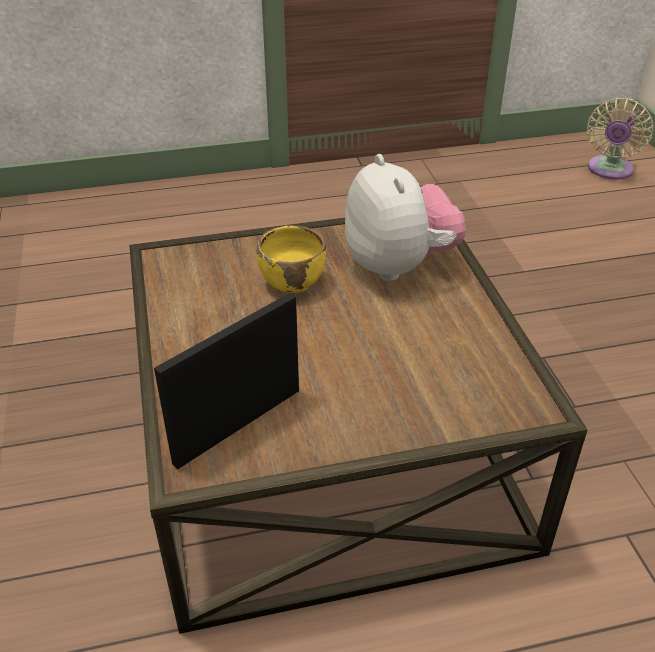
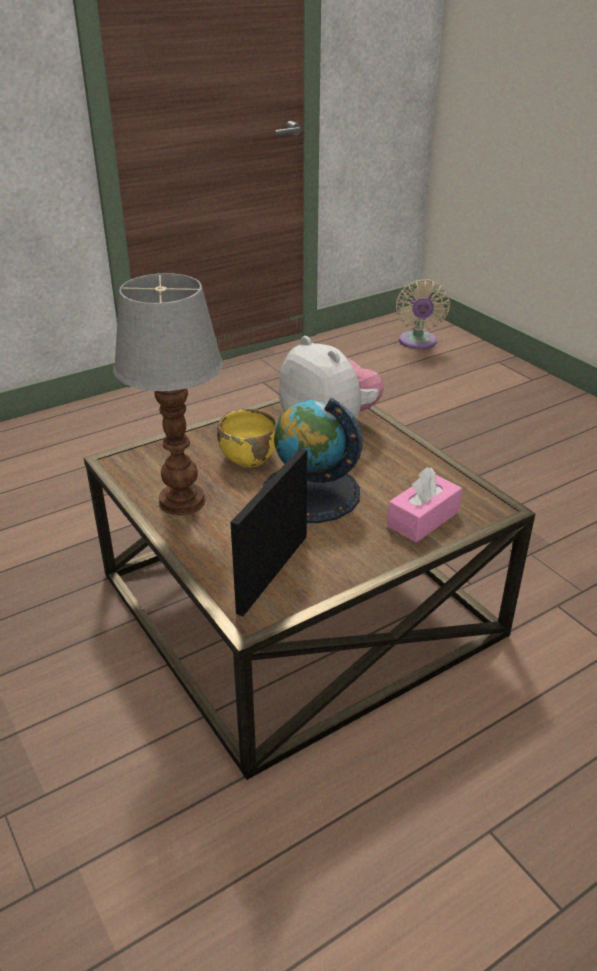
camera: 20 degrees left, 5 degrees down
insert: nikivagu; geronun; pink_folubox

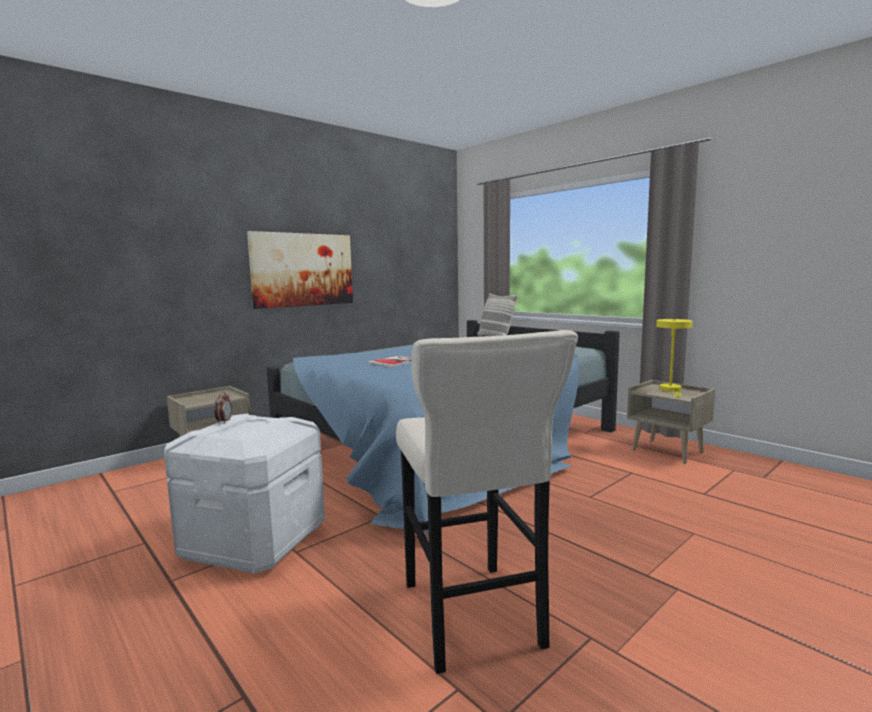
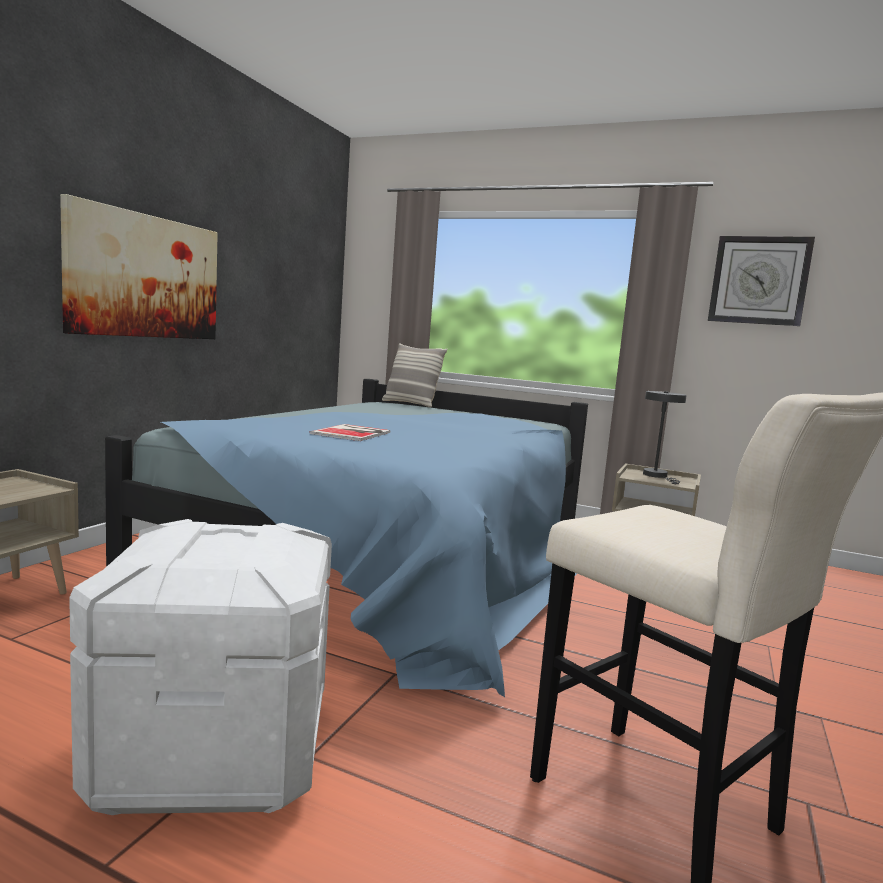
camera: 25 degrees left, 0 degrees up
delete: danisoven
insert: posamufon
recolor: yellow_nikivagu to grey_nikivagu

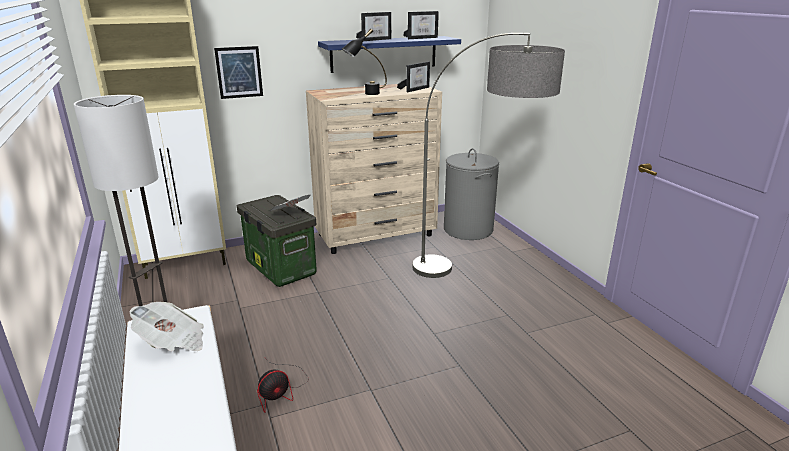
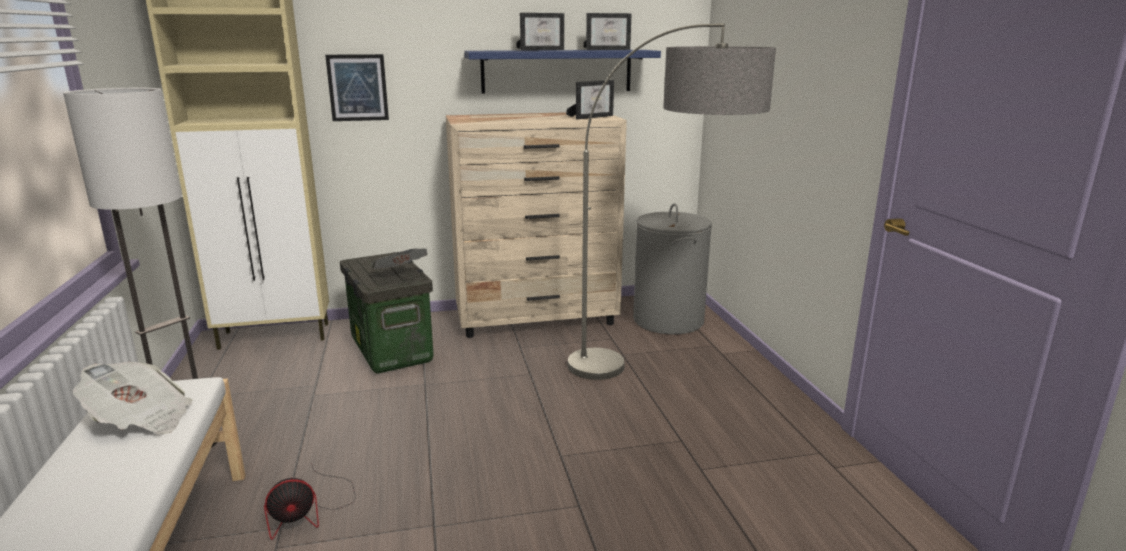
camera: 10 degrees right, 5 degrees down
delete: black_nikivagu

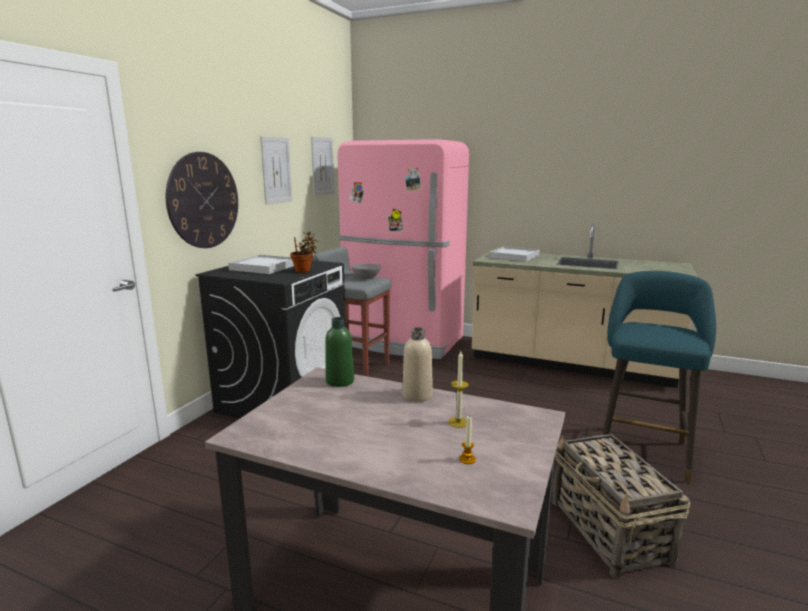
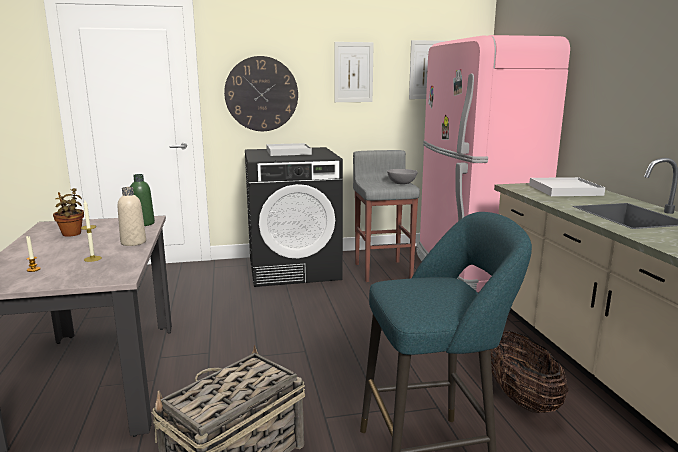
camera: 55 degrees right, 0 degrees up
insert: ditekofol (2nd from left)
move: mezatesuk

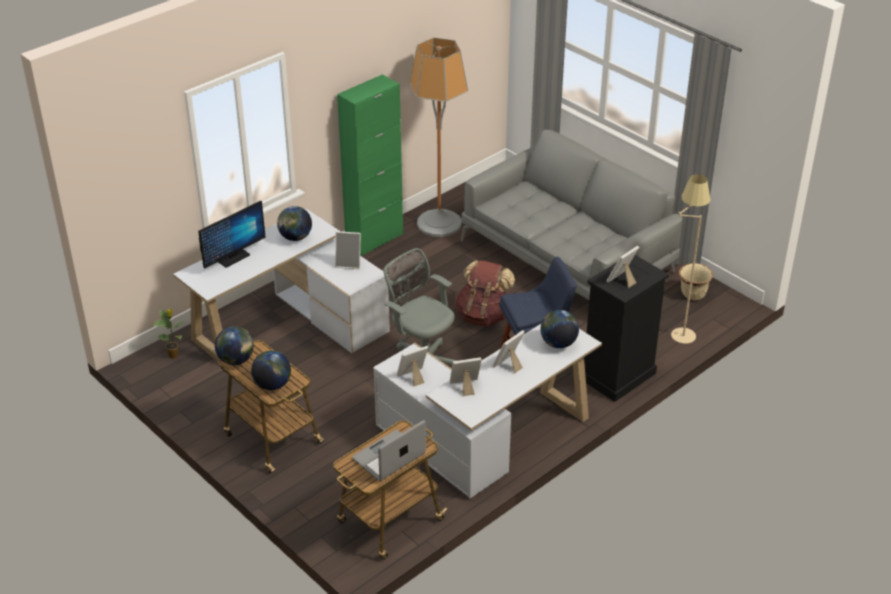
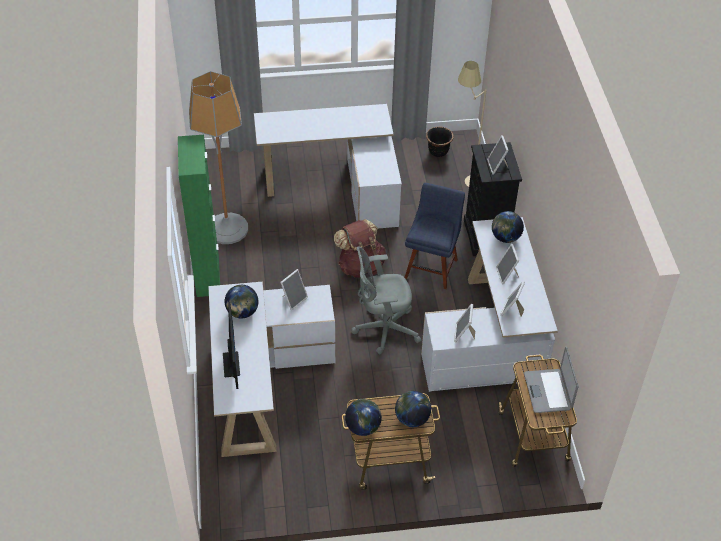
camera: 55 degrees left, 10 degrees up
delete: mezatesuk
replace: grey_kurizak to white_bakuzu (2nd from left)
recolor: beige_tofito to black_tofito

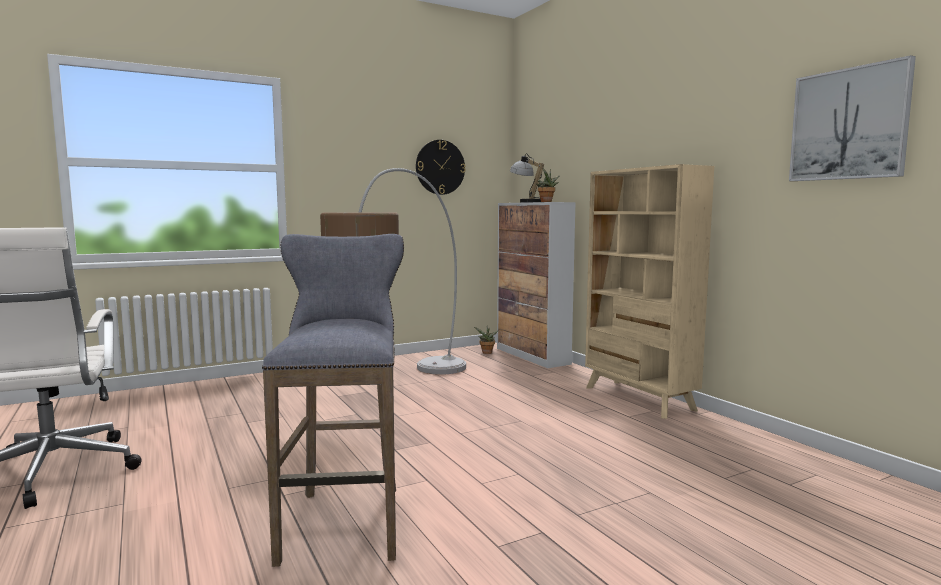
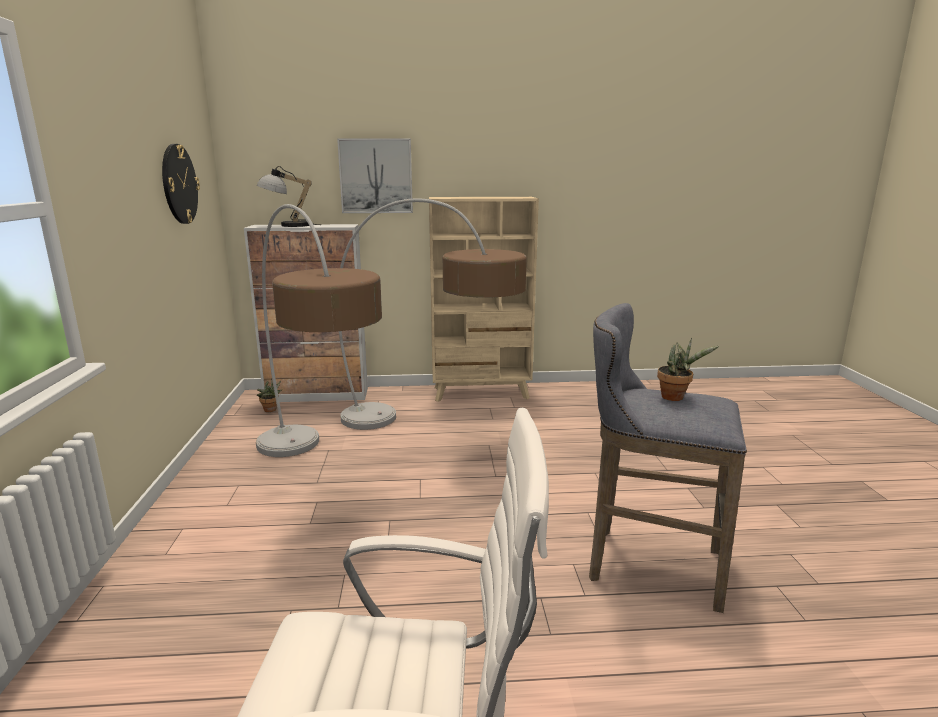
camera: 65 degrees left, 10 degrees up
insert: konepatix (2nd from left)
move: mezatesuk (2nd from left); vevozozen

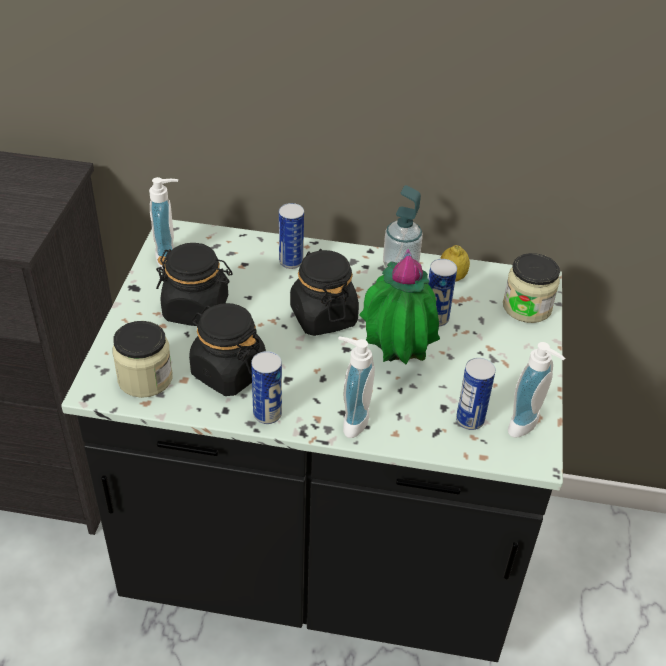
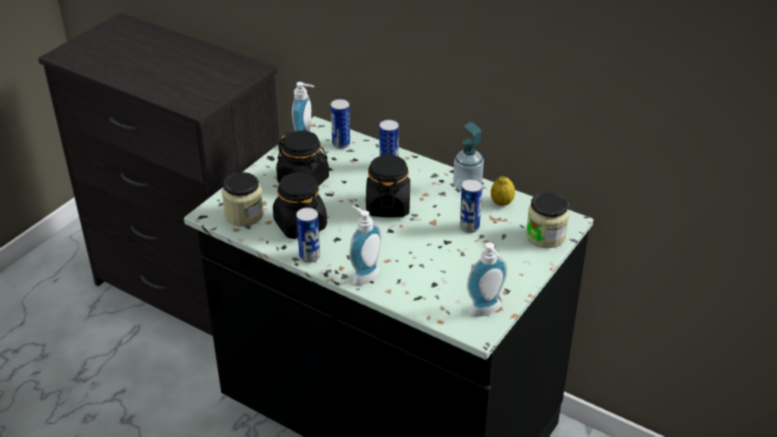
camera: 25 degrees right, 5 degrees down
delete: mezatesuk
move: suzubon (4th from left in the first image) to suzubon (2nd from left)

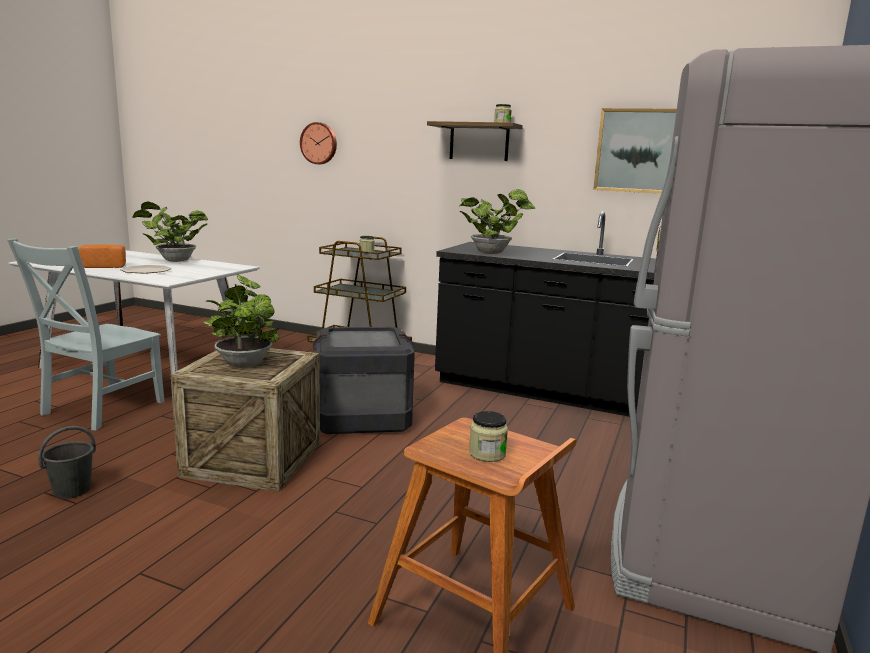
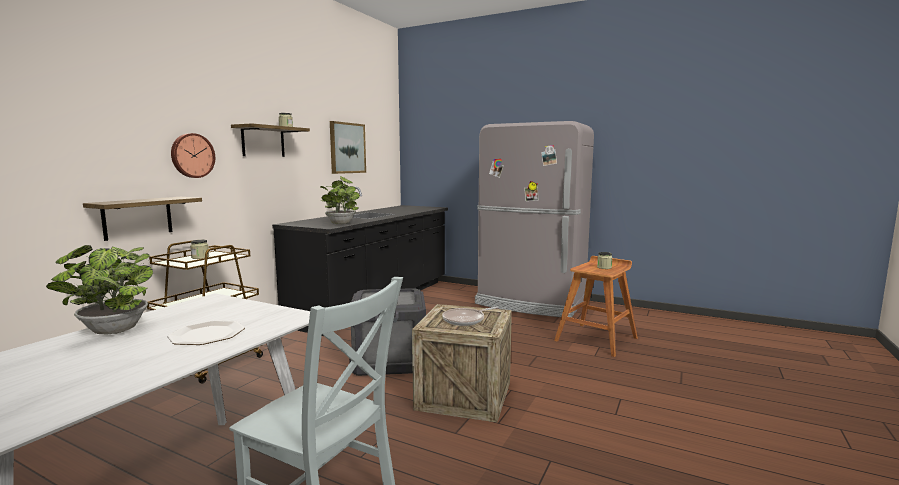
camera: 85 degrees left, 5 degrees down
delete: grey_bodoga; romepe
insert: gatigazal (1st from left)
move: posamufon
replace: mezatesuk (2nd from left) to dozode

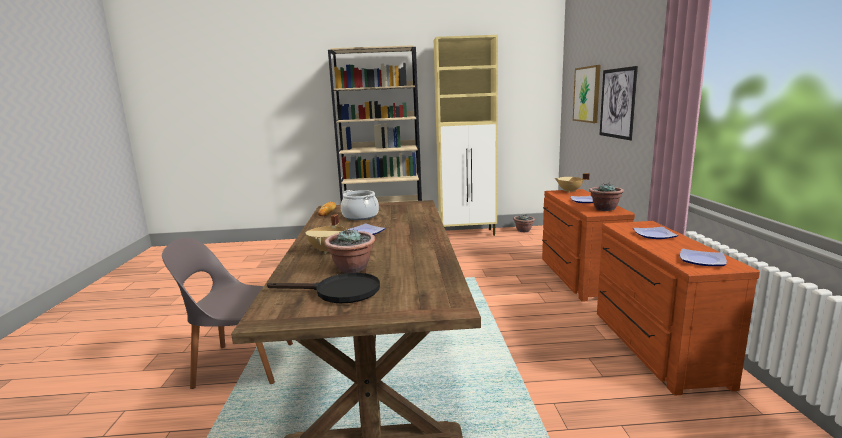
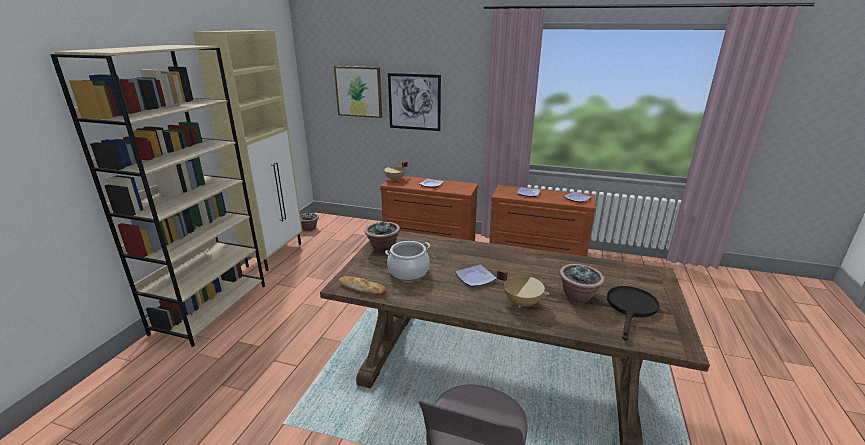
camera: 70 degrees left, 10 degrees up
move: mezatesuk (3rd from left in the first image) to mezatesuk (2nd from left)

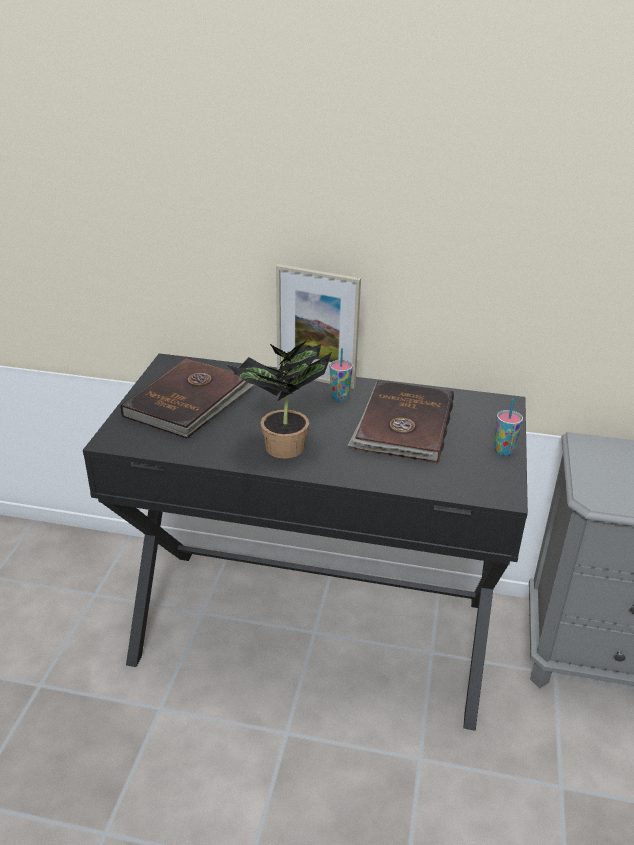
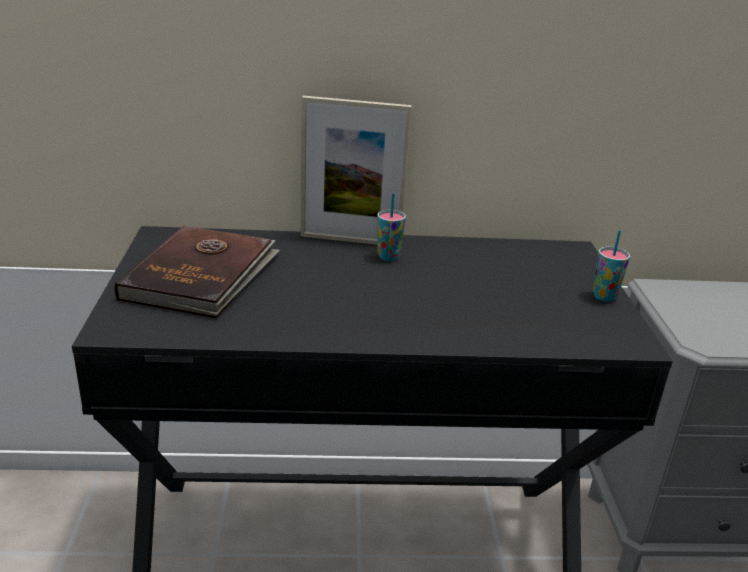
camera: 15 degrees left, 5 degrees down
delete: mezatesuk; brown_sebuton (2nd from left)

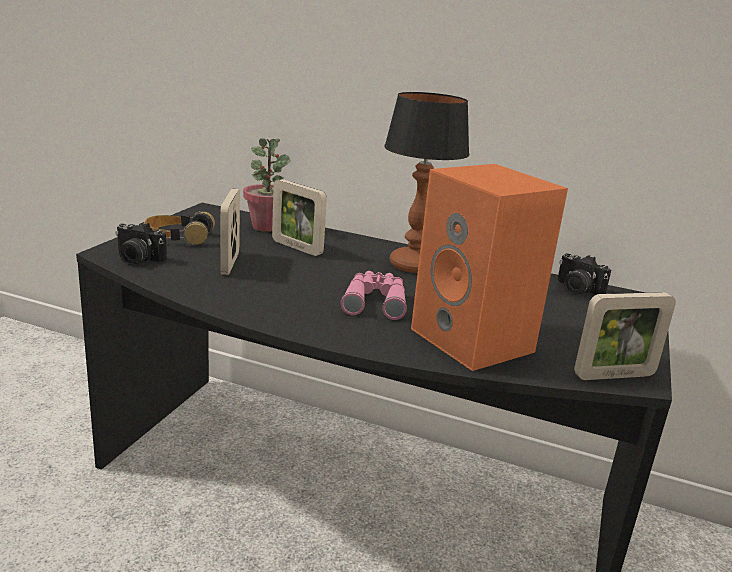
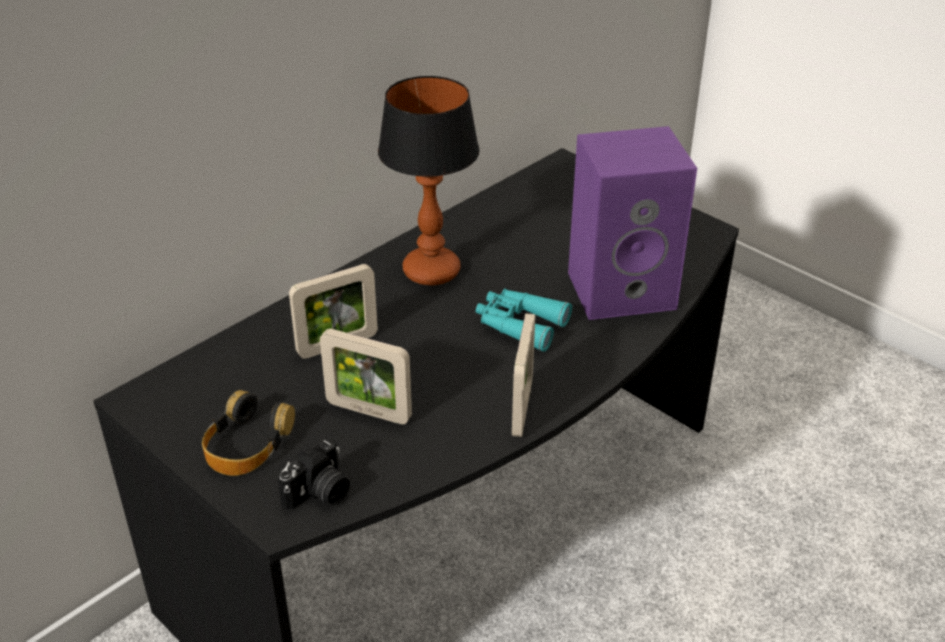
camera: 65 degrees left, 15 degrees up
delete: mezatesuk; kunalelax (2nd from left)
move: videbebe (3rd from left)
recolor: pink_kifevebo to turquoise_kifevebo; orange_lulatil to purple_lulatil

